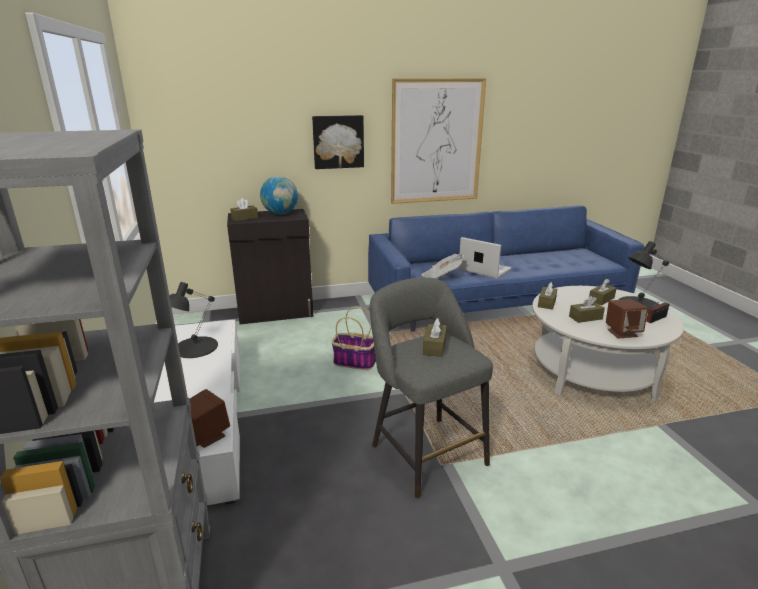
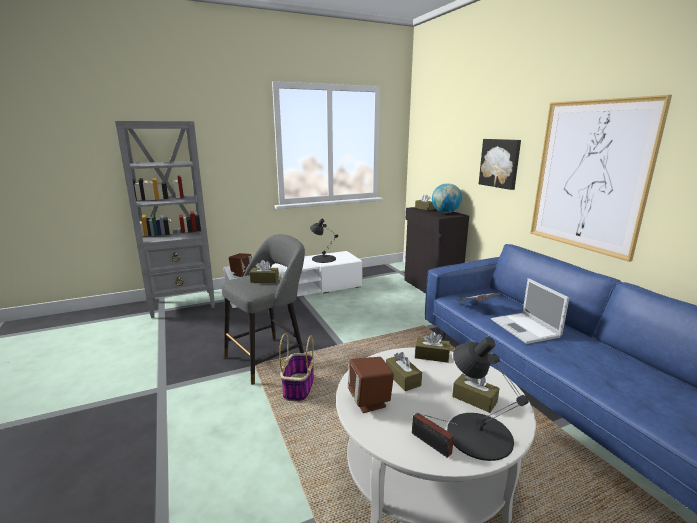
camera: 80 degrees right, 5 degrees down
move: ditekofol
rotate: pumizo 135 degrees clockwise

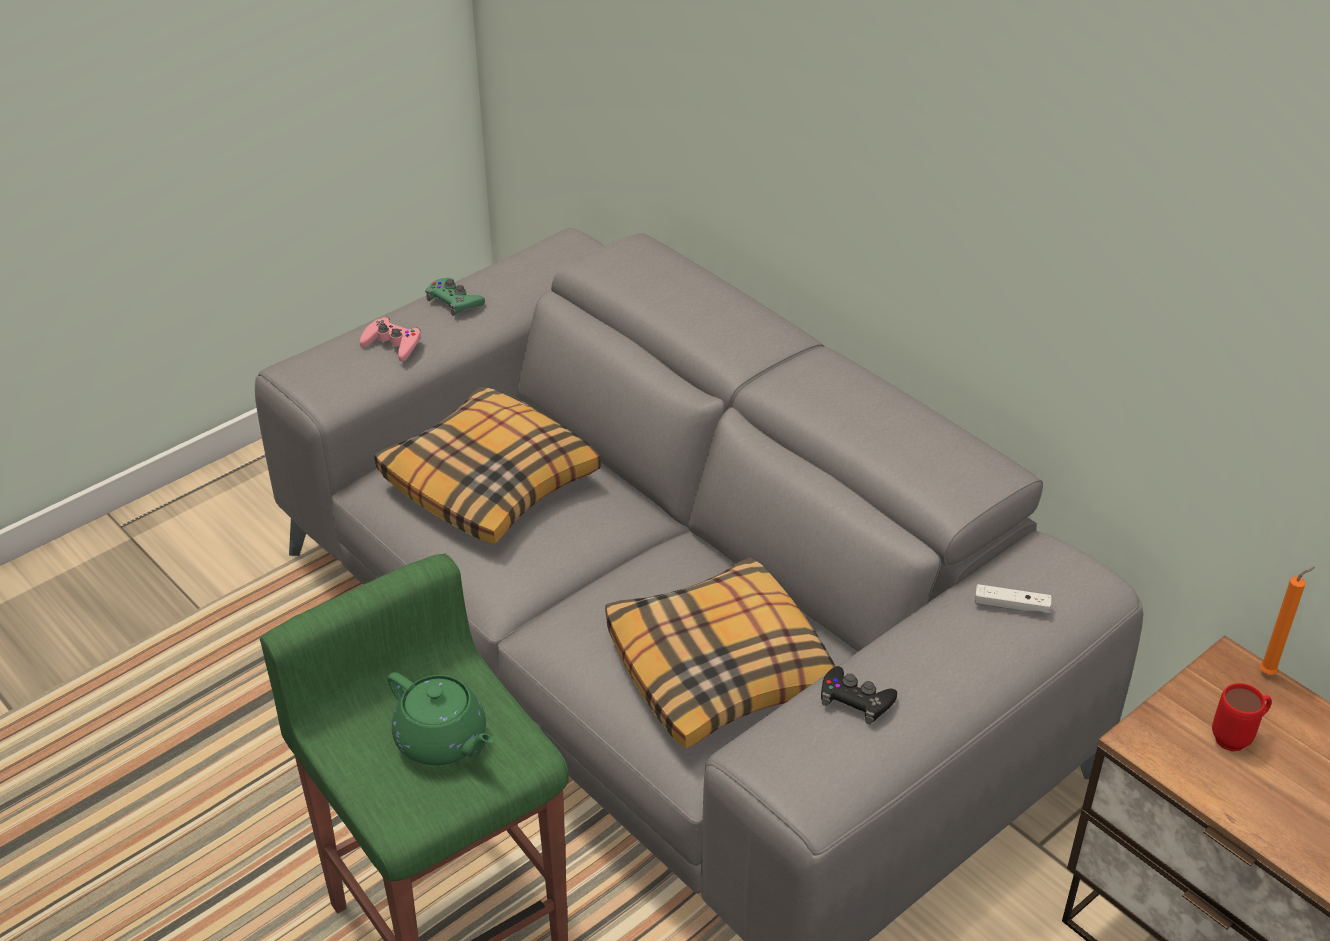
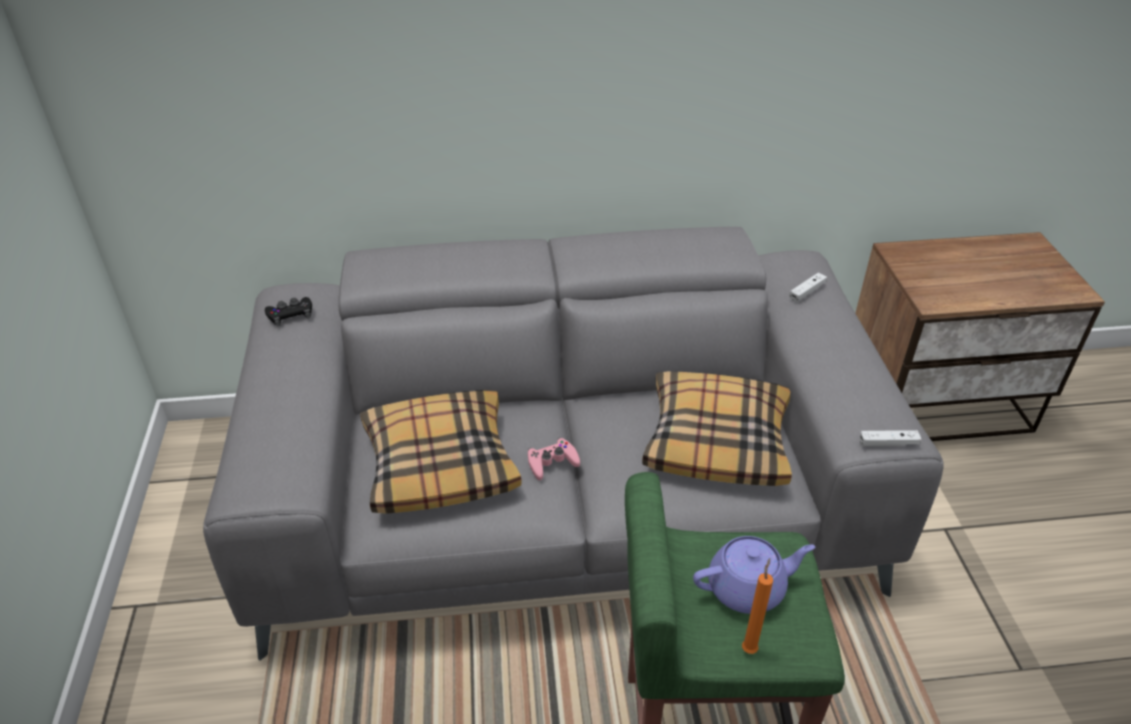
camera: 55 degrees left, 0 degrees up
delete: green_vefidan; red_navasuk
insert: white_vefidan (2nd from left)
move: pink_vefidan; black_vefidan; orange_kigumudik
recolor: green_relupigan to purple_relupigan

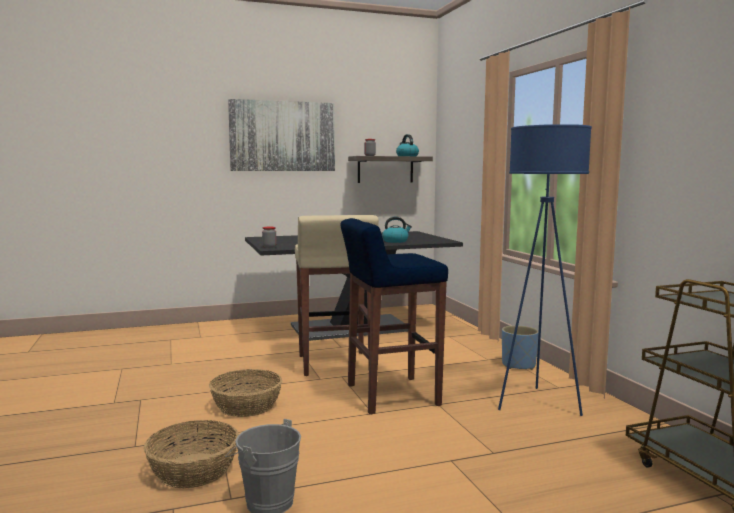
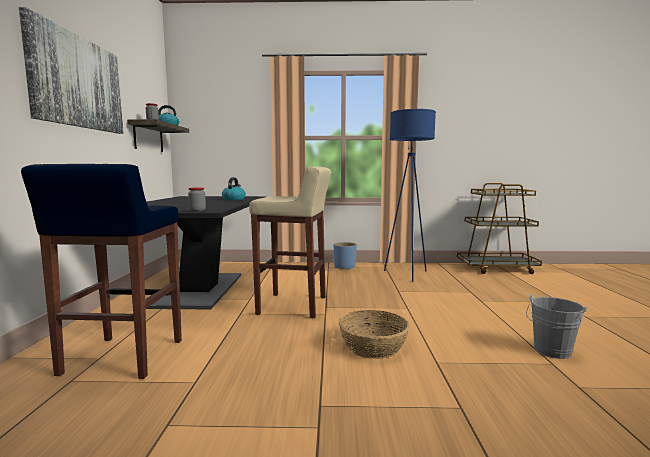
camera: 70 degrees left, 0 degrees up
delete: ditekofol (1st from left)
move: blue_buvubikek

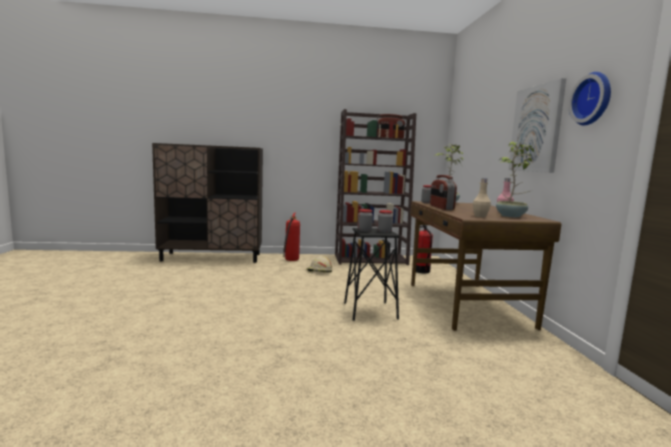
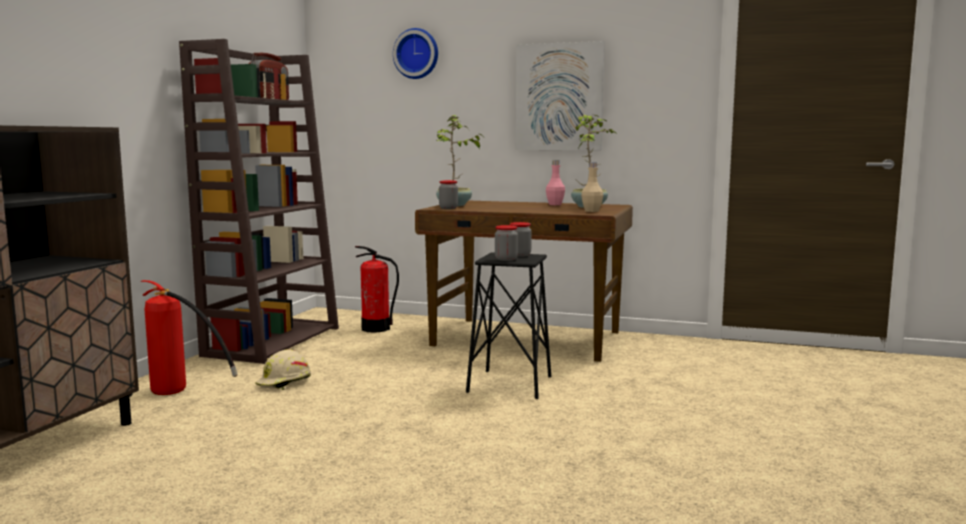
camera: 65 degrees left, 0 degrees up
delete: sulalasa (2nd from left)
move: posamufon

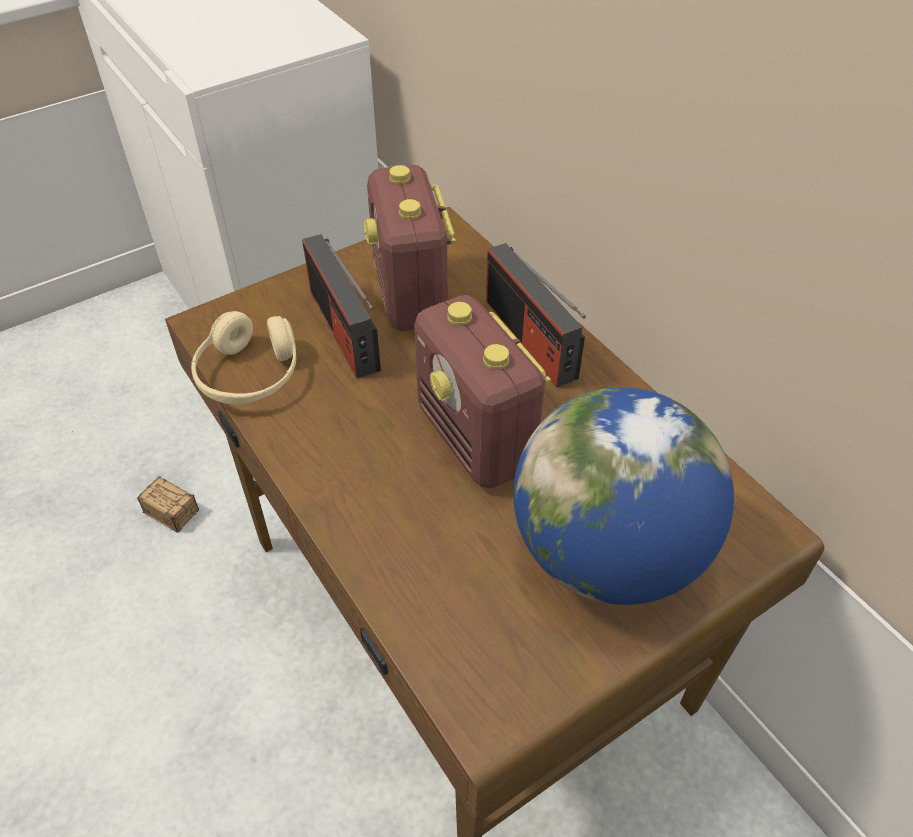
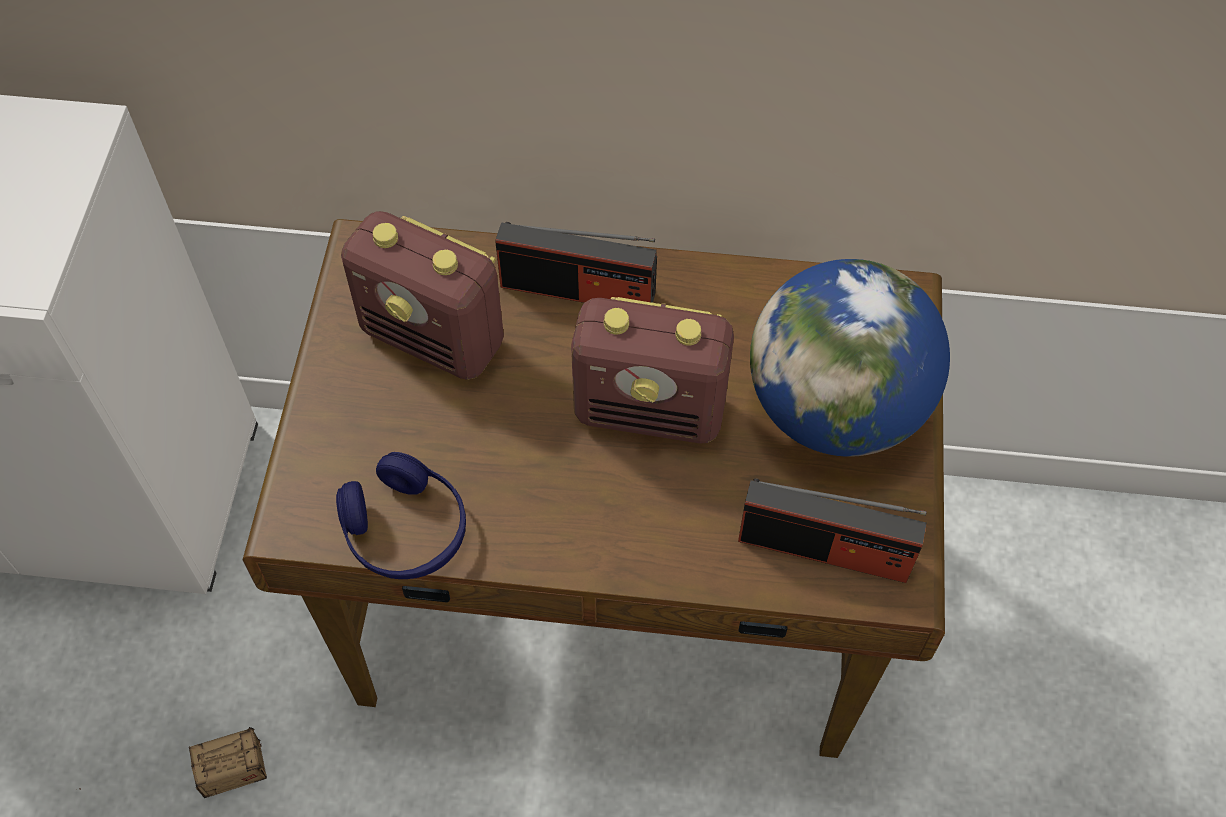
camera: 50 degrees left, 10 degrees up
move: sulalasa (1st from left in the first image) to sulalasa (4th from left)
recolor: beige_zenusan to blue_zenusan

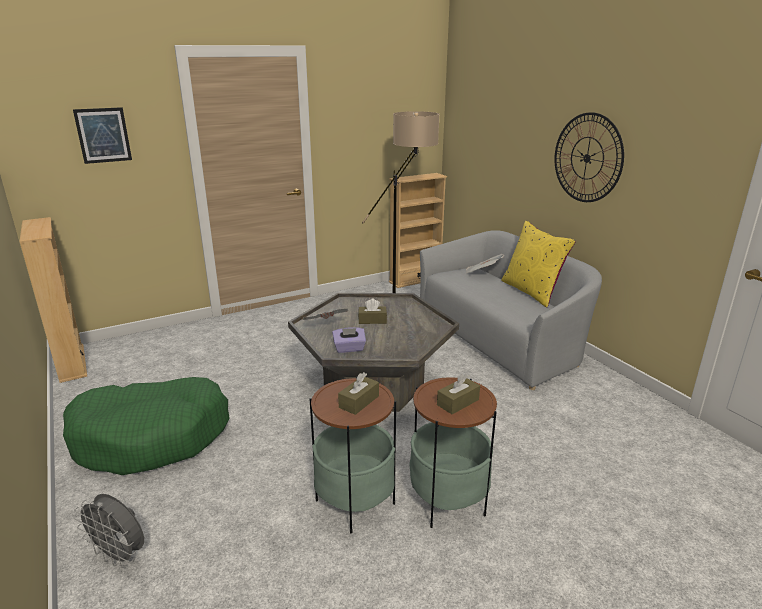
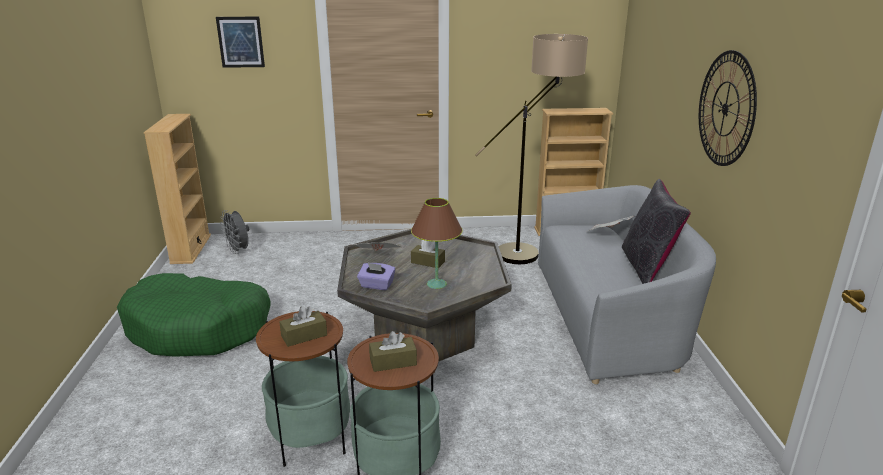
camera: 25 degrees right, 0 degrees up
insert: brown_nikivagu
move: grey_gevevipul
recolor: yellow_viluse to black_viluse

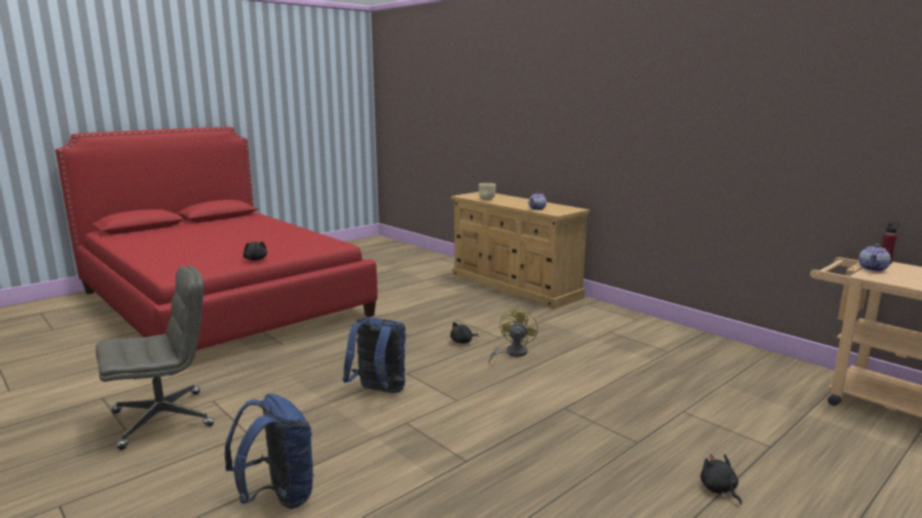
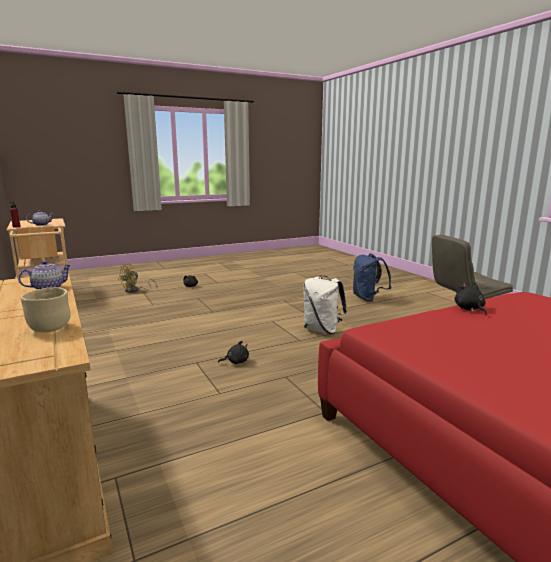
camera: 165 degrees left, 0 degrees up
move: yellow_gevevipul
recolor: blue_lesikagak (2nd from left) to white_lesikagak

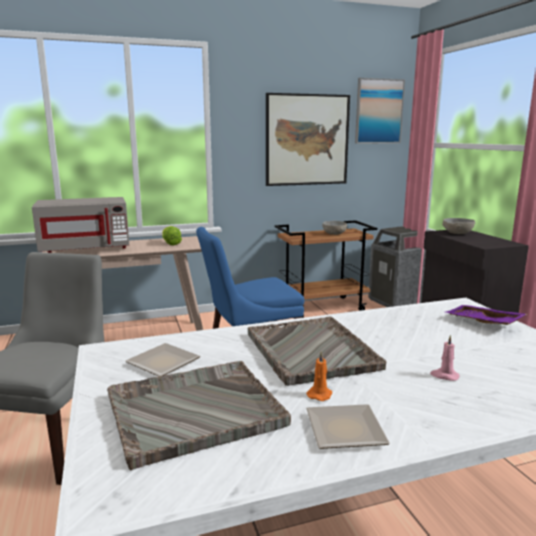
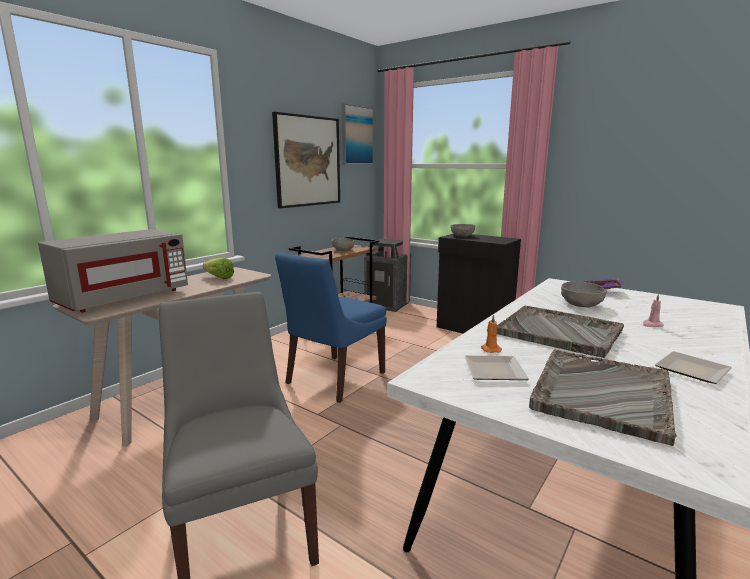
camera: 35 degrees left, 0 degrees up
insert: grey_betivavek (3rd from left)
move: orange_kigumudik

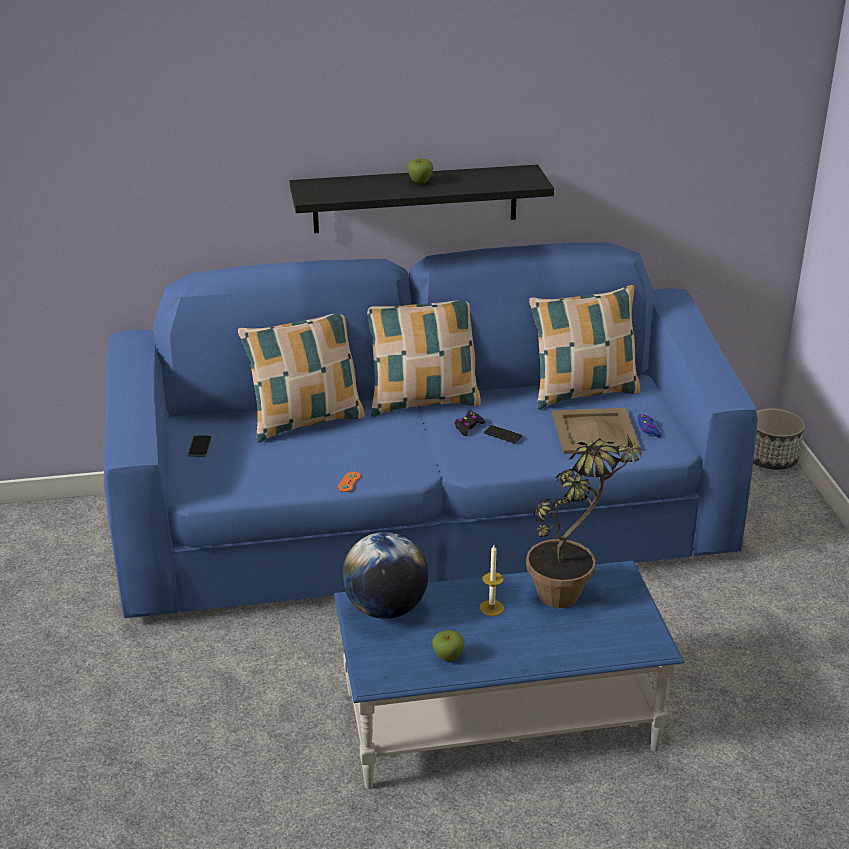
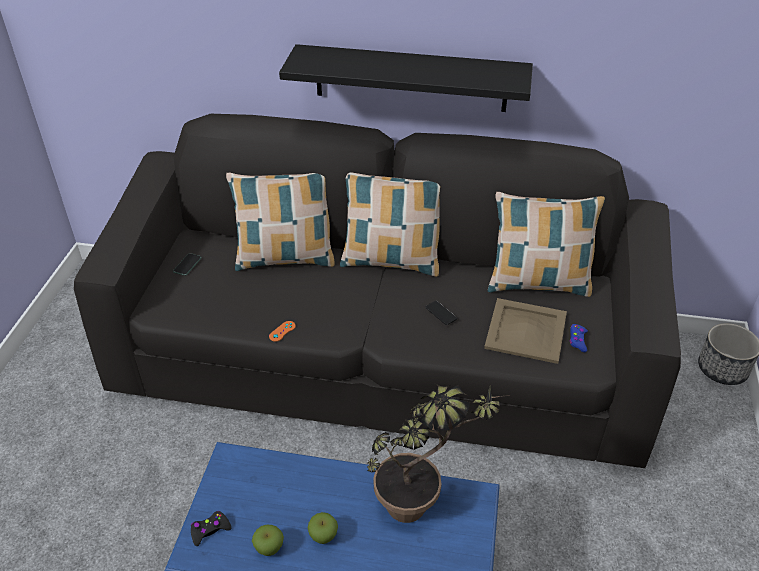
camera: 20 degrees right, 10 degrees up
delete: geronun; kigumudik
move: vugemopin (1st from left in the first image) to vugemopin (2nd from left); black_vefidan
recolor: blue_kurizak to black_kurizak

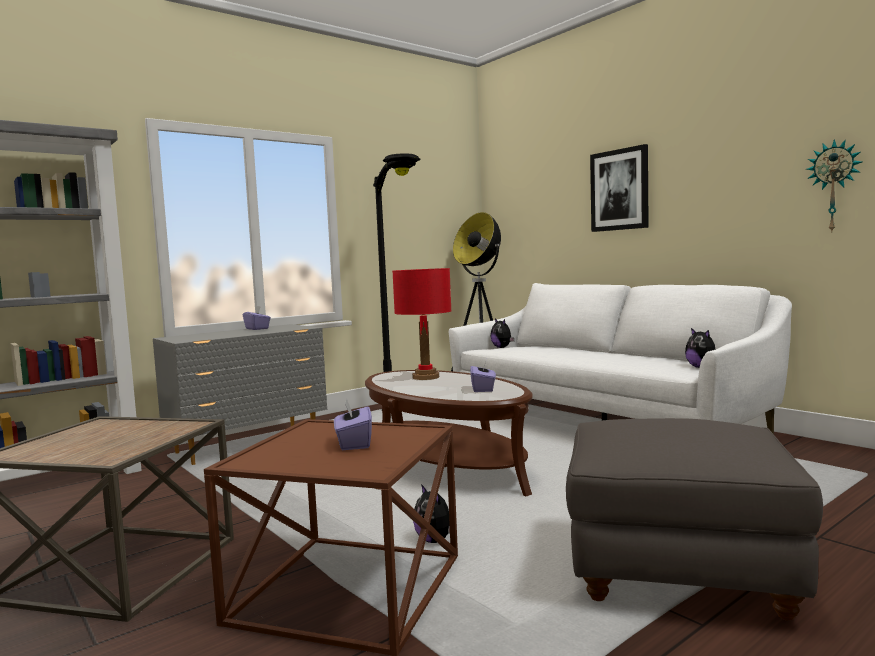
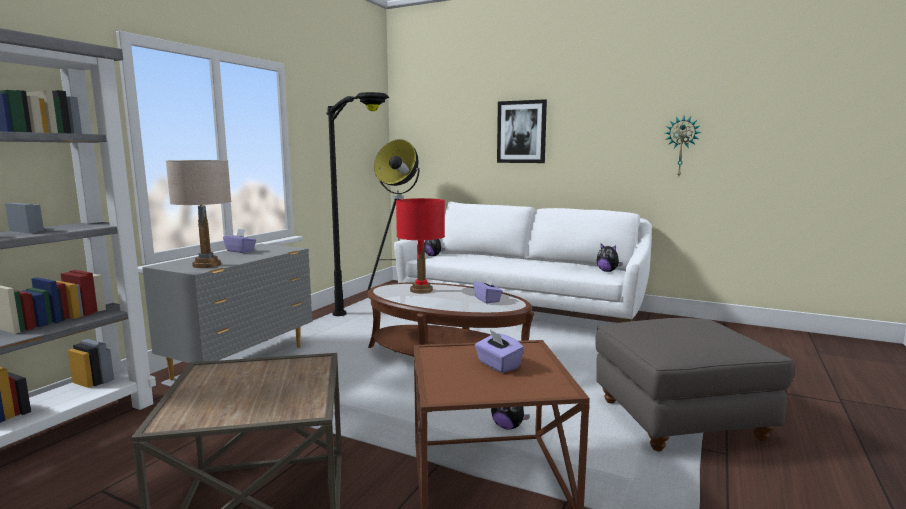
camera: 25 degrees left, 5 degrees up
insert: beige_nikivagu

